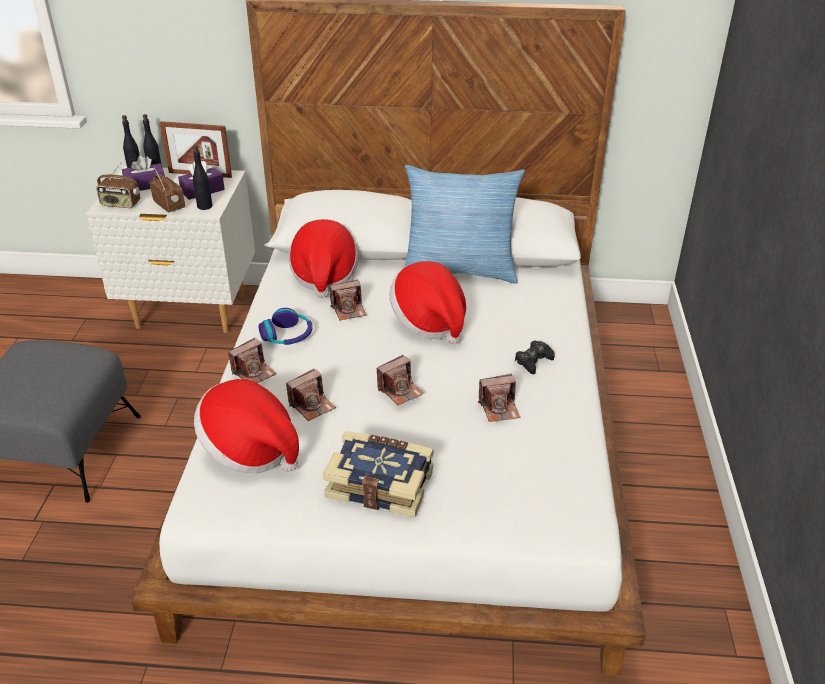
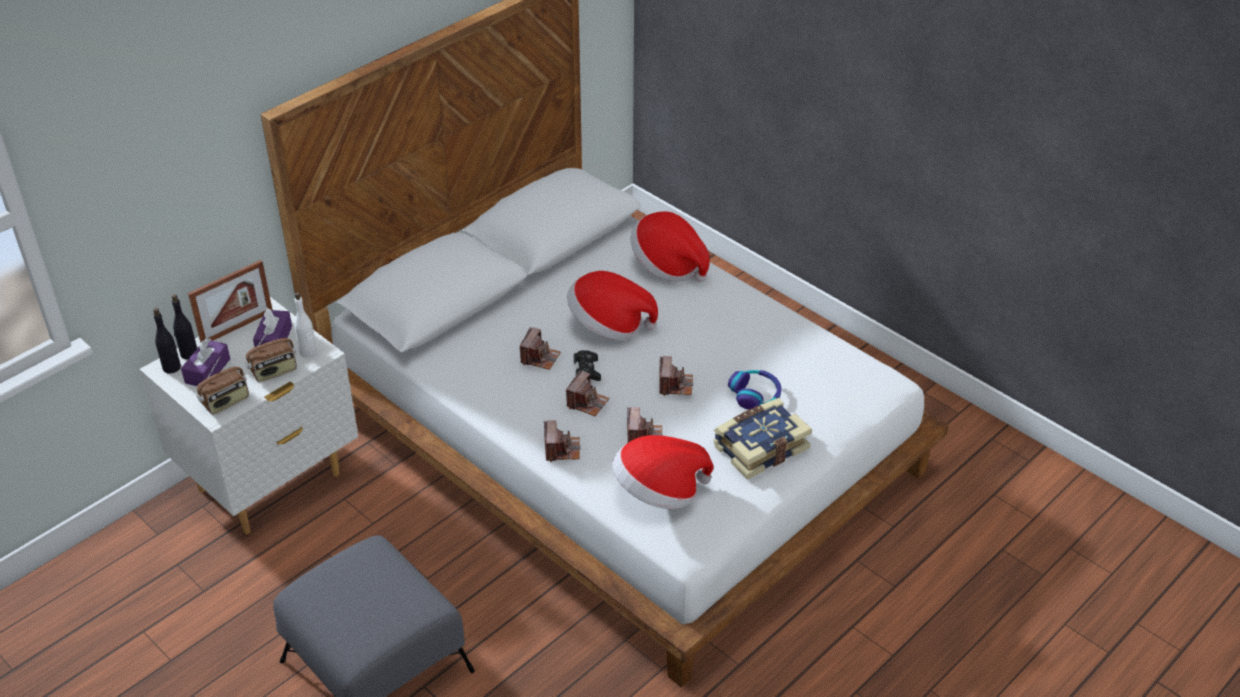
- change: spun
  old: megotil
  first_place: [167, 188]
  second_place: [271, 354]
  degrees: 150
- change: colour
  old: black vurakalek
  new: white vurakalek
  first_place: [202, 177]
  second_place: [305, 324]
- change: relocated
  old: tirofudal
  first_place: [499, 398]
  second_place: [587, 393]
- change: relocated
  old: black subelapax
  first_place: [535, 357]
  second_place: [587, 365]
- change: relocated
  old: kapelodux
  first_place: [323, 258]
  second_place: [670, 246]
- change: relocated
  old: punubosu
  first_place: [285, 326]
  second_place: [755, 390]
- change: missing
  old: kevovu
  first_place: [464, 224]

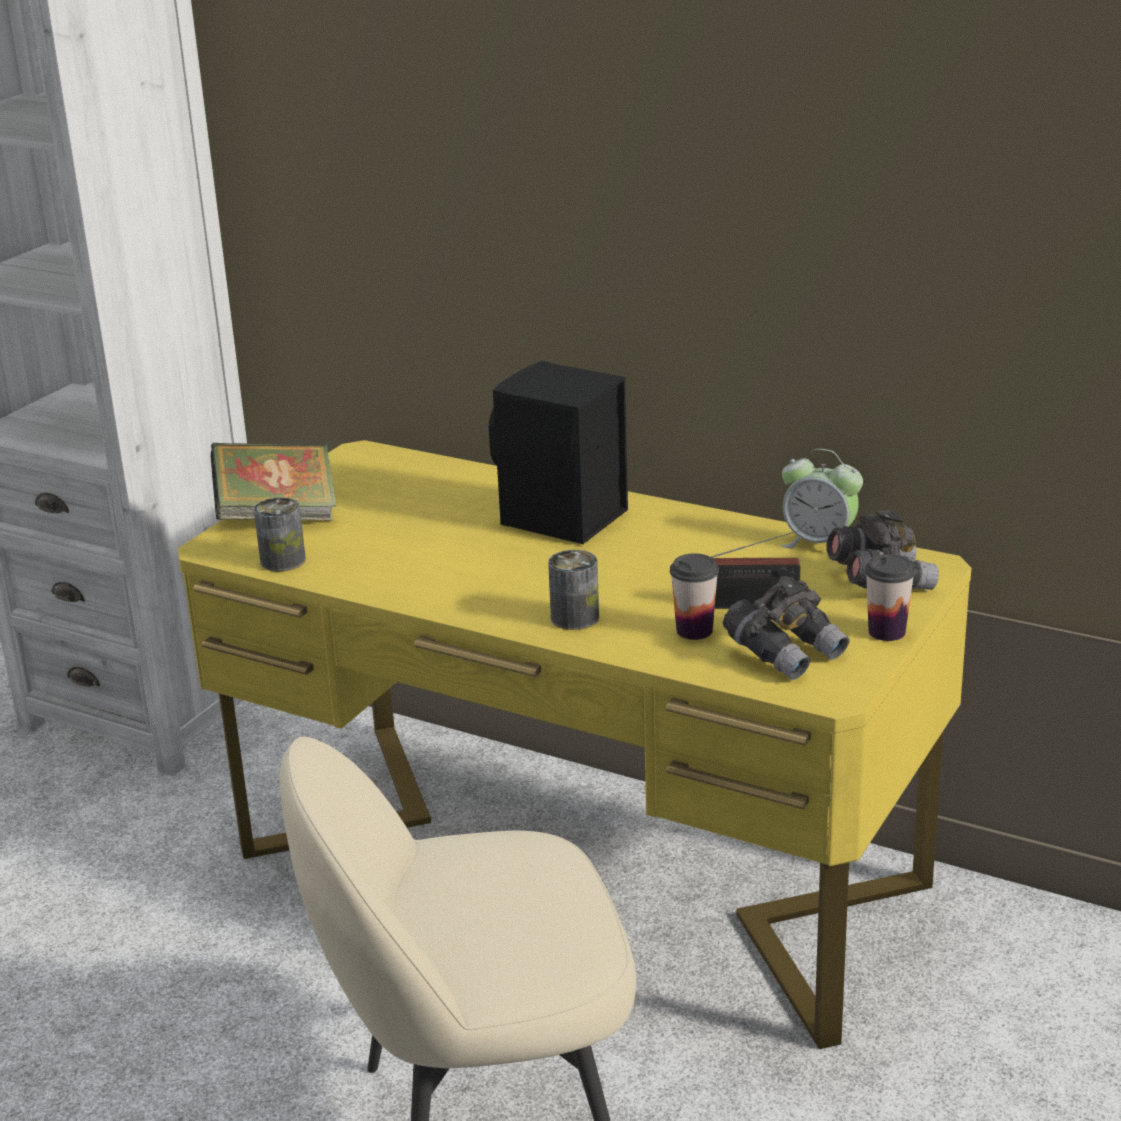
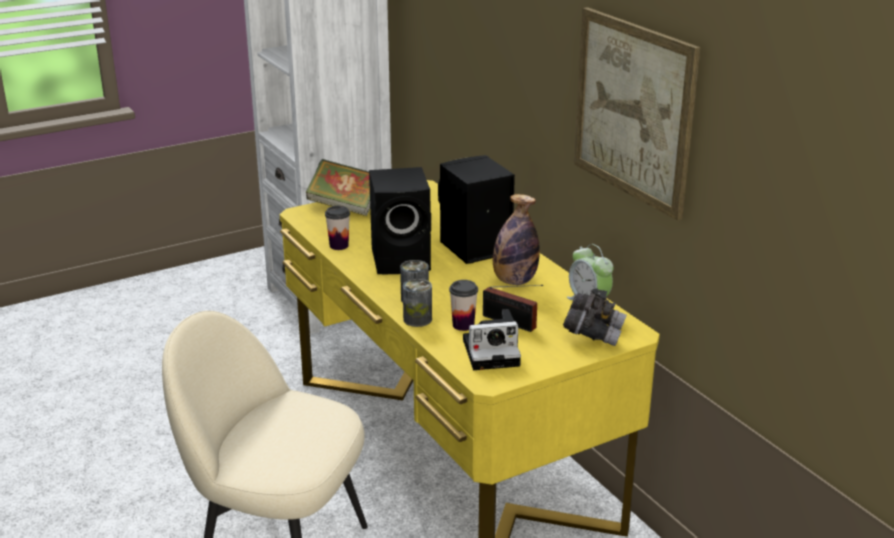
- change: relocated
  old: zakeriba
  first_place: [890, 597]
  second_place: [337, 228]
- change: appeared
  new: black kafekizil
  second_place: [400, 220]
- change: relocated
  old: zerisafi
  first_place: [280, 534]
  second_place: [417, 303]
- change: exchanged
  old: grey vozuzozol
  new: tirofudal
  first_place: [786, 628]
  second_place: [492, 339]
- change: appeared
  new: vurakalek
  second_place: [516, 239]
- change: appeared
  new: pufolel
  second_place: [637, 113]

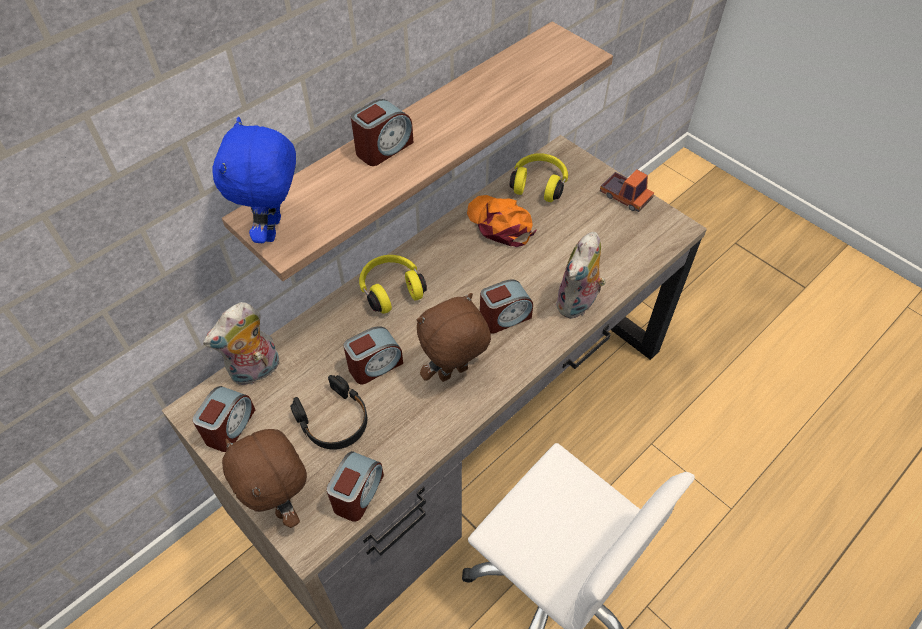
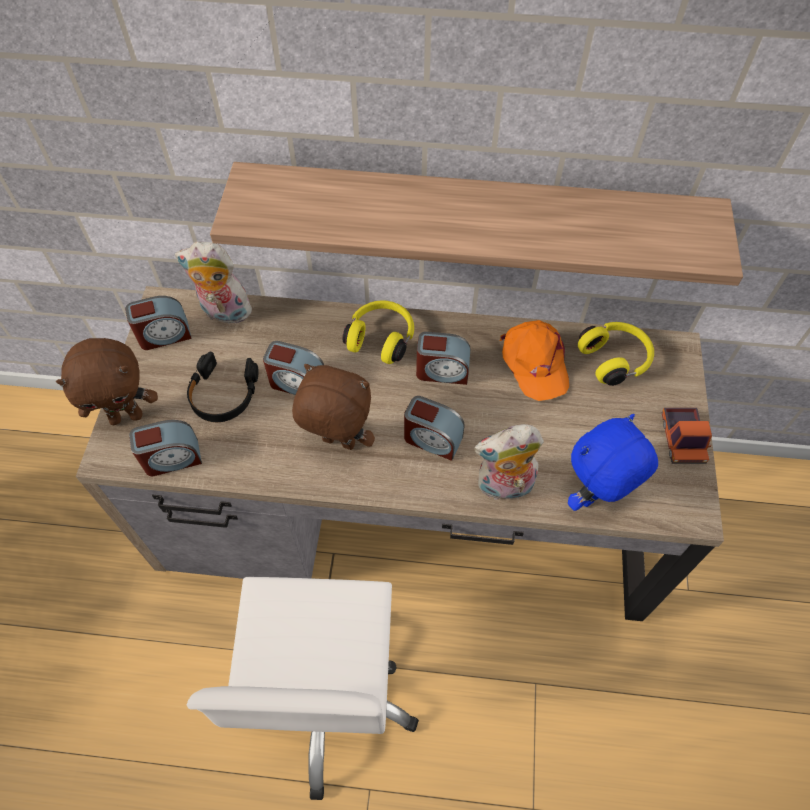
- change: spun
  old: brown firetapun
  first_place: [264, 478]
  second_place: [107, 381]
  degrees: -120
- change: relocated
  old: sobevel
  first_place: [382, 132]
  second_place: [443, 358]
- change: spun
  old: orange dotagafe
  first_place: [502, 221]
  second_place: [534, 360]
  degrees: 150
- change: relocated
  old: blue firetapun
  first_place: [254, 180]
  second_place: [613, 462]

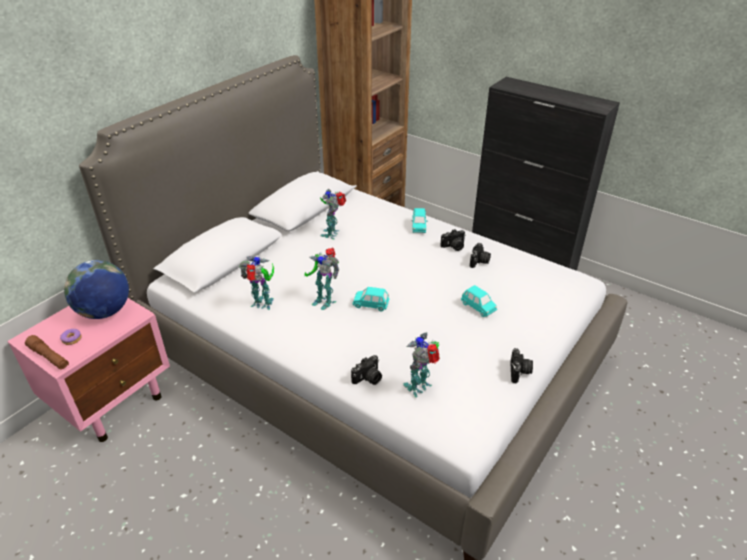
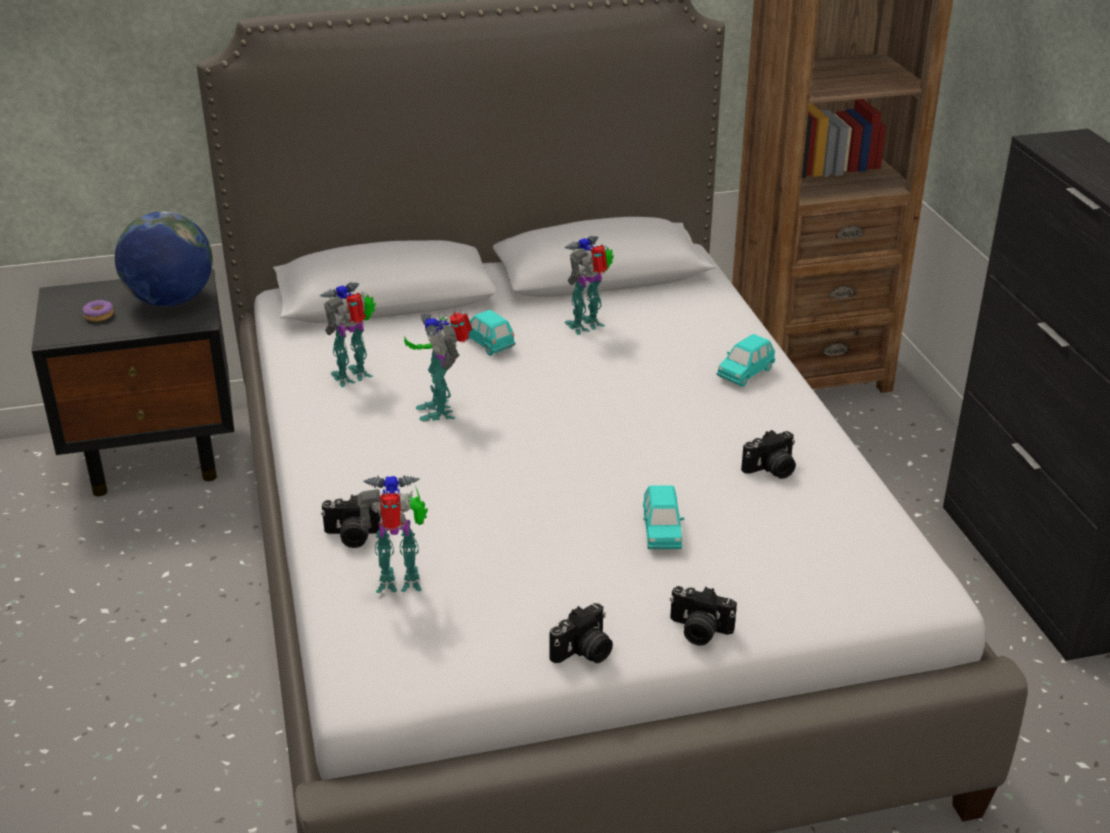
- change: colour
  old: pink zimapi
  new: black zimapi
  first_place: [88, 370]
  second_place: [133, 382]
- change: spun
  old: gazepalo
  first_place: [256, 283]
  second_place: [348, 335]
  degrees: -90
- change: relocated
  old: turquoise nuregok
  first_place: [370, 299]
  second_place: [492, 333]
- change: relocated
  old: tirofudal
  first_place: [452, 240]
  second_place: [703, 616]
- change: missing
  old: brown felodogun
  first_place: [47, 352]

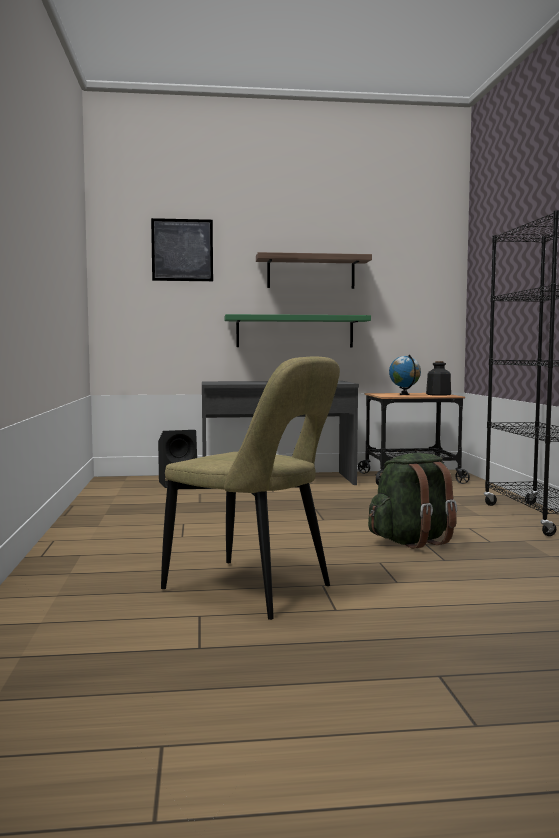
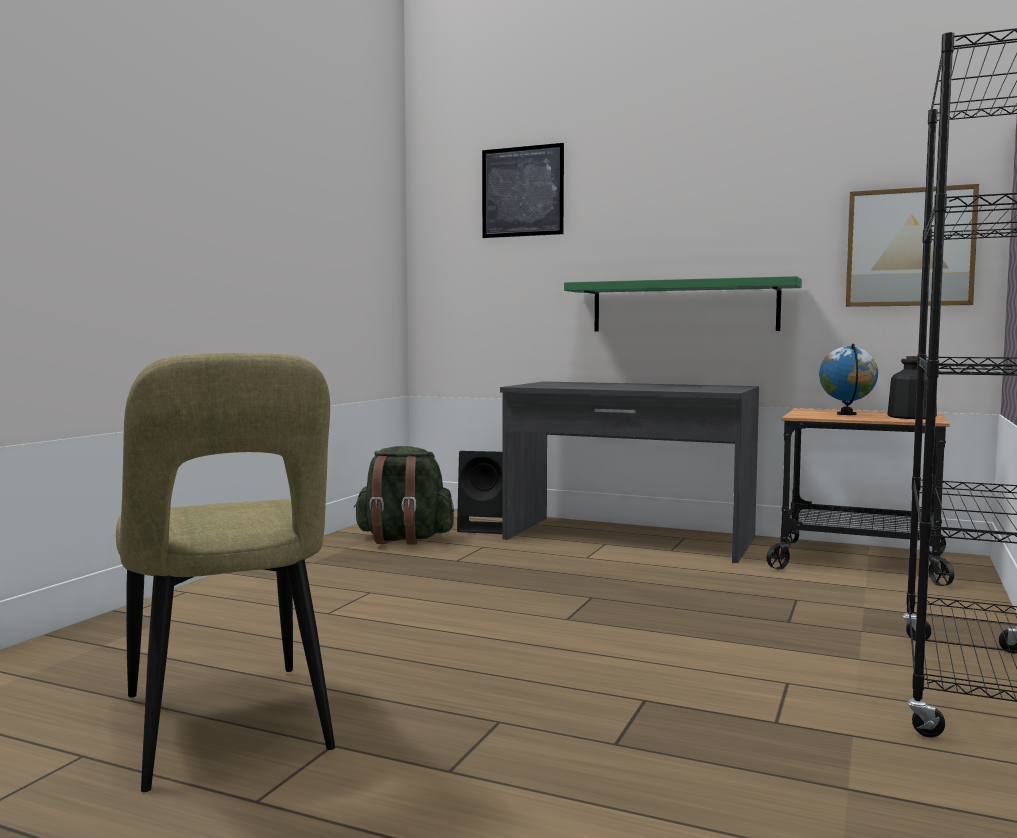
- change: relocated
  old: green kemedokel
  first_place: [412, 501]
  second_place: [404, 495]
- change: appeared
  new: pufolel
  second_place: [912, 245]
- change: missing
  old: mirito
  first_place: [314, 270]

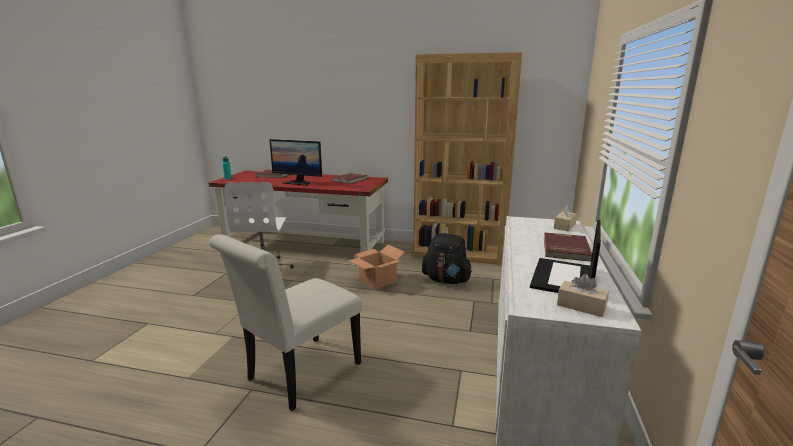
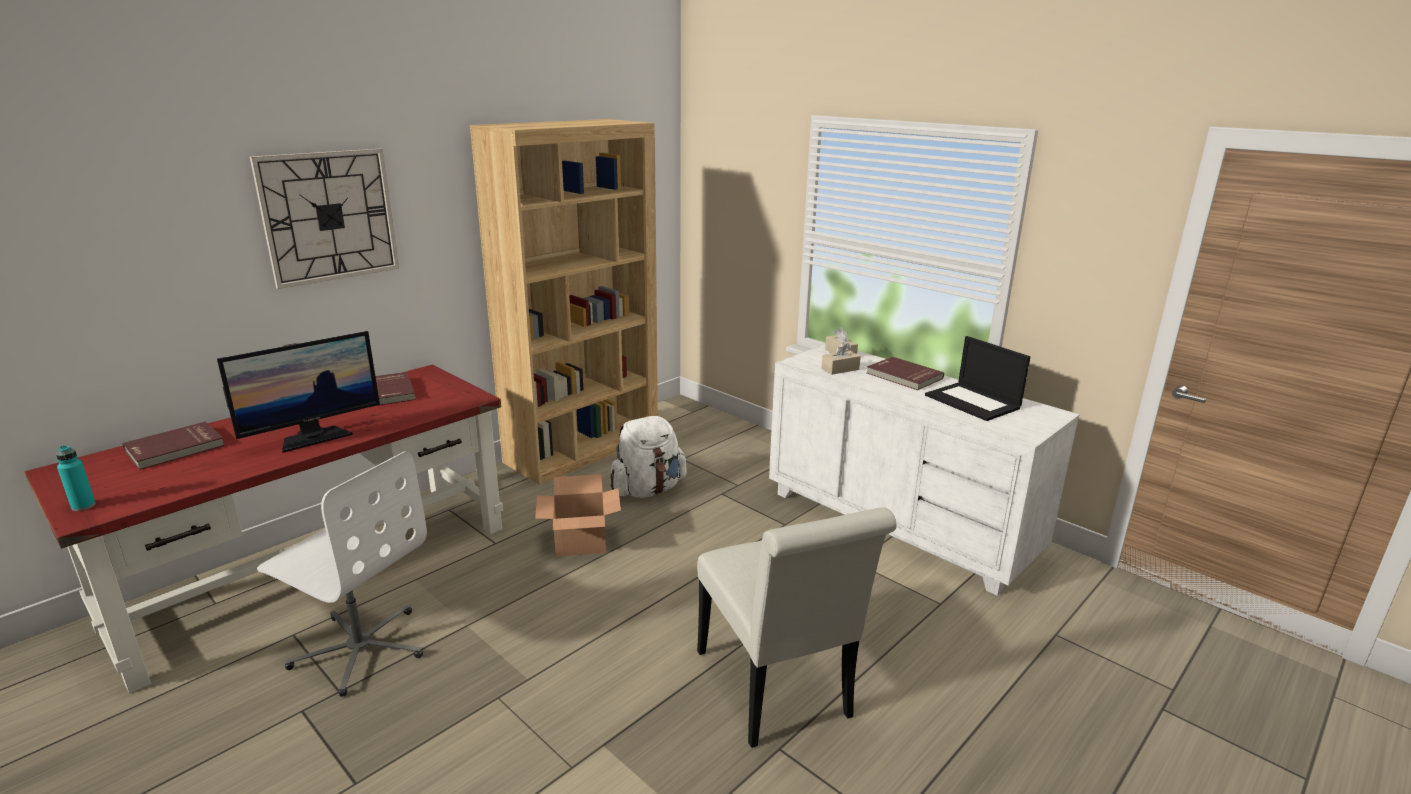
- change: appeared
  new: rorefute
  second_place: [324, 219]
- change: colour
  old: black kemedokel
  new: white kemedokel
  first_place: [447, 258]
  second_place: [648, 457]
- change: relocated
  old: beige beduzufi
  first_place: [583, 295]
  second_place: [841, 358]

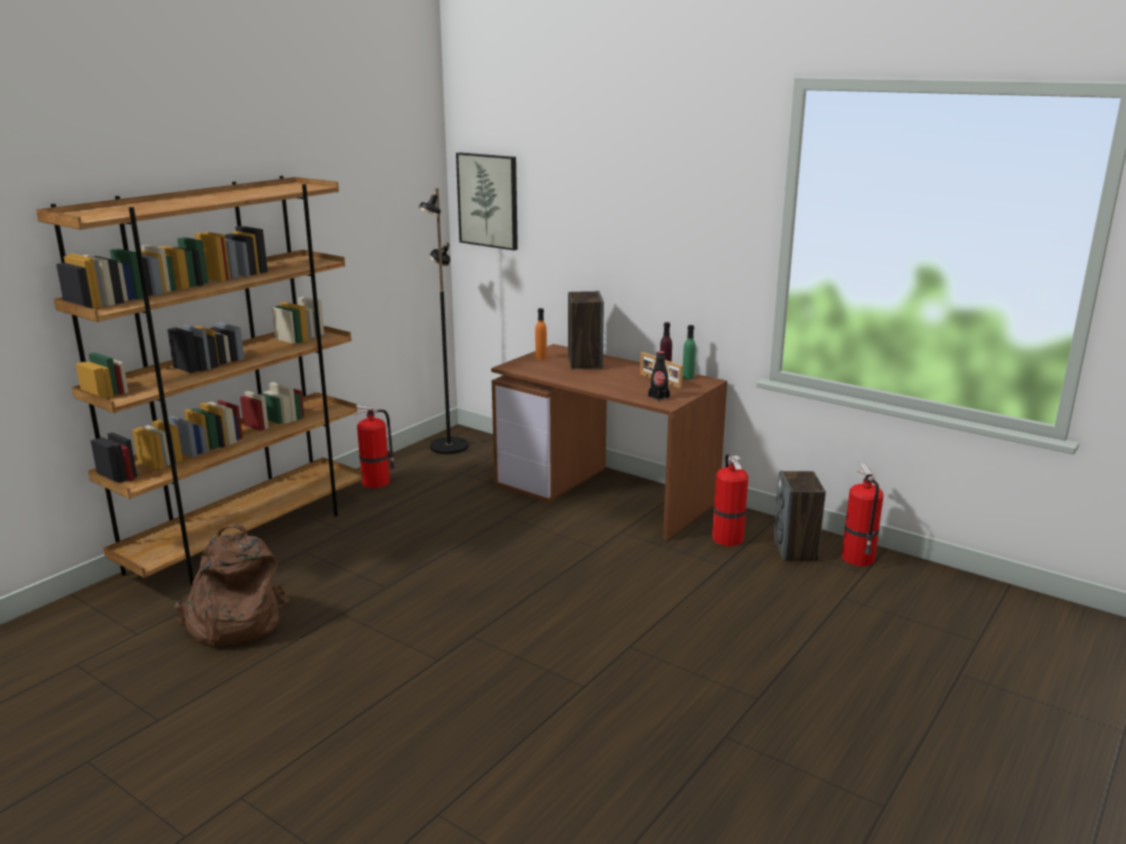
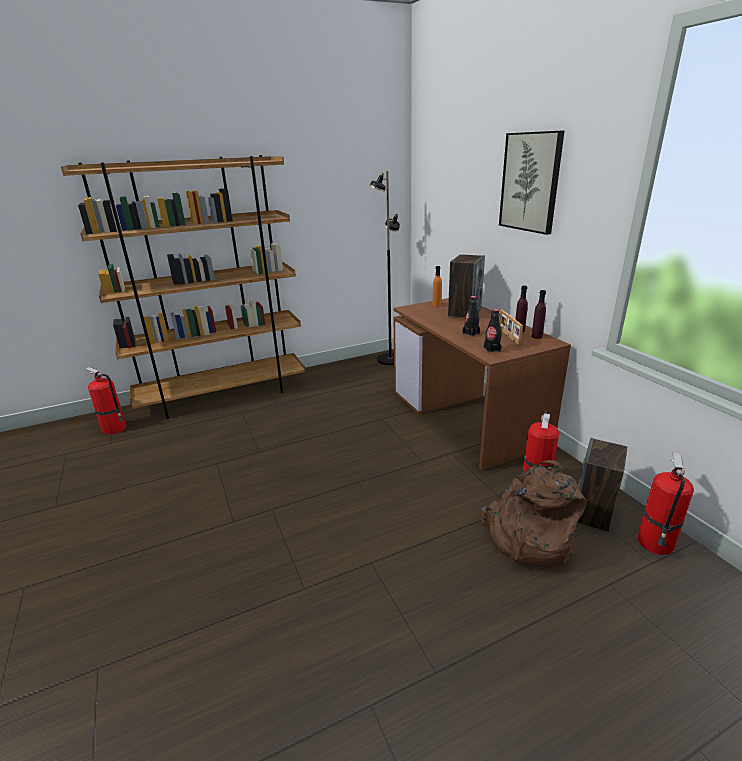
- change: relocated
  old: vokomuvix
  first_place: [375, 446]
  second_place: [106, 400]
- change: appeared
  new: black vurakalek
  second_place: [471, 316]
- change: relocated
  old: brown kemedokel
  first_place: [231, 585]
  second_place: [534, 513]
- change: relocated
  old: pufolel
  first_place: [487, 201]
  second_place: [532, 182]
- change: colour
  old: green vurakalek
  new: purple vurakalek
  first_place: [689, 352]
  second_place: [538, 314]

